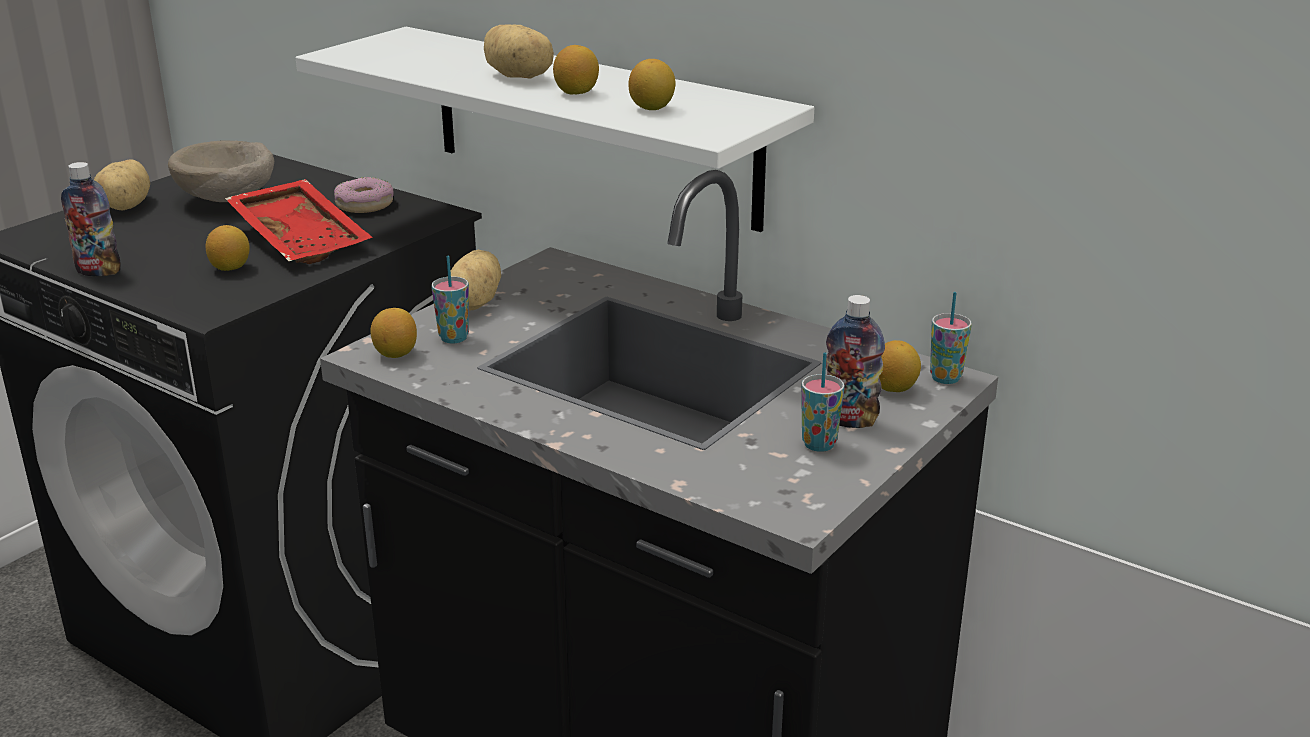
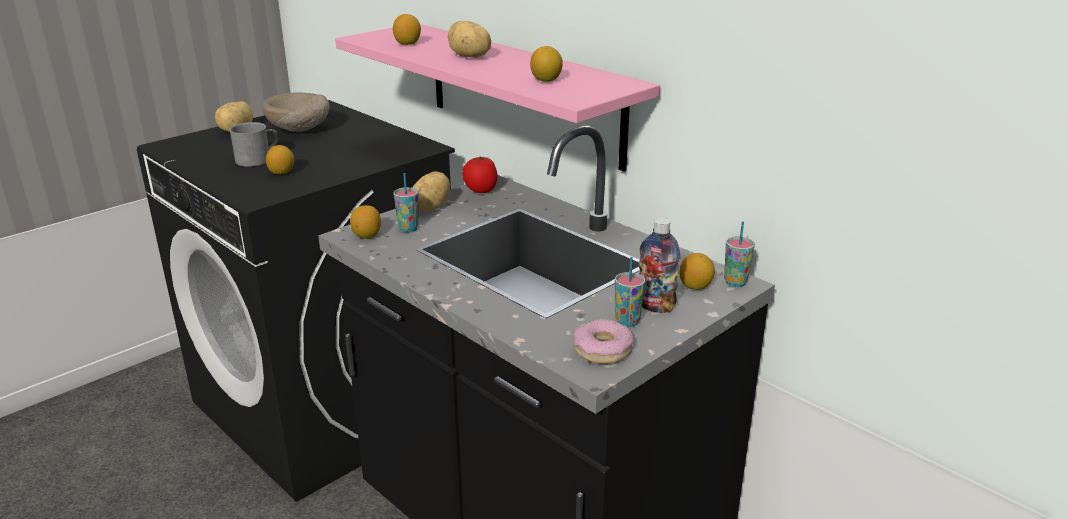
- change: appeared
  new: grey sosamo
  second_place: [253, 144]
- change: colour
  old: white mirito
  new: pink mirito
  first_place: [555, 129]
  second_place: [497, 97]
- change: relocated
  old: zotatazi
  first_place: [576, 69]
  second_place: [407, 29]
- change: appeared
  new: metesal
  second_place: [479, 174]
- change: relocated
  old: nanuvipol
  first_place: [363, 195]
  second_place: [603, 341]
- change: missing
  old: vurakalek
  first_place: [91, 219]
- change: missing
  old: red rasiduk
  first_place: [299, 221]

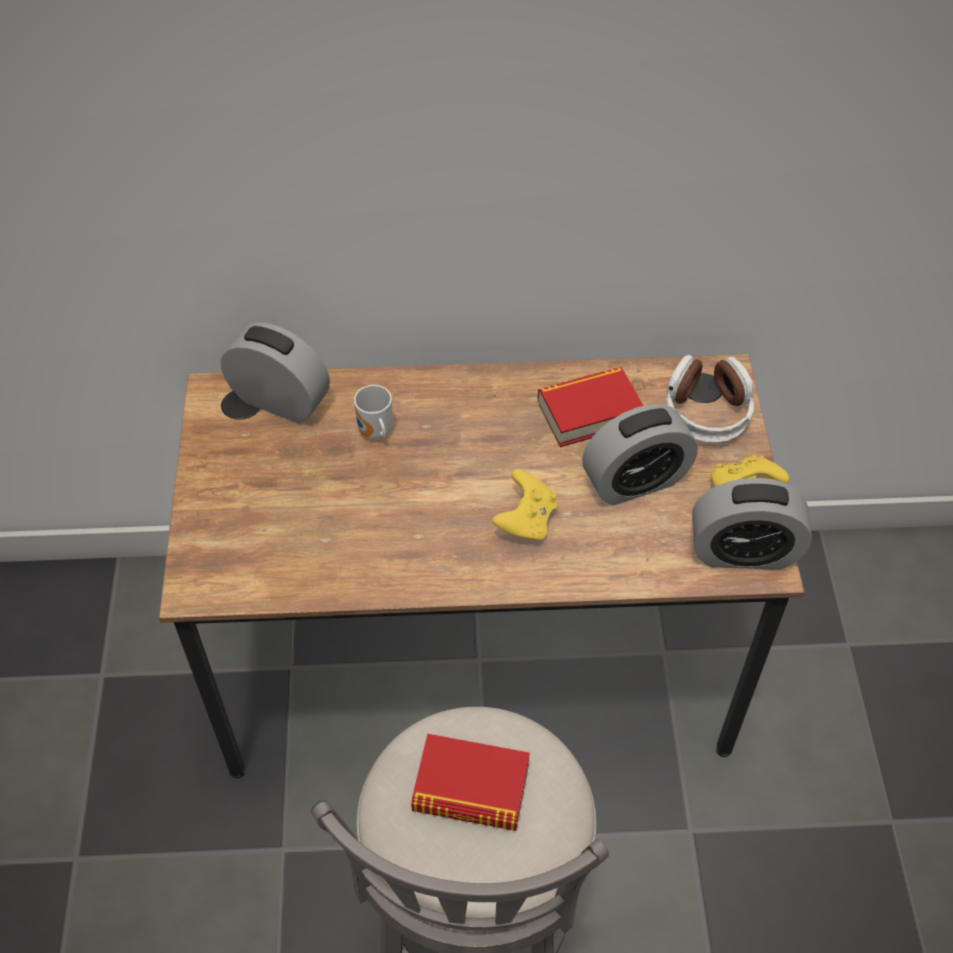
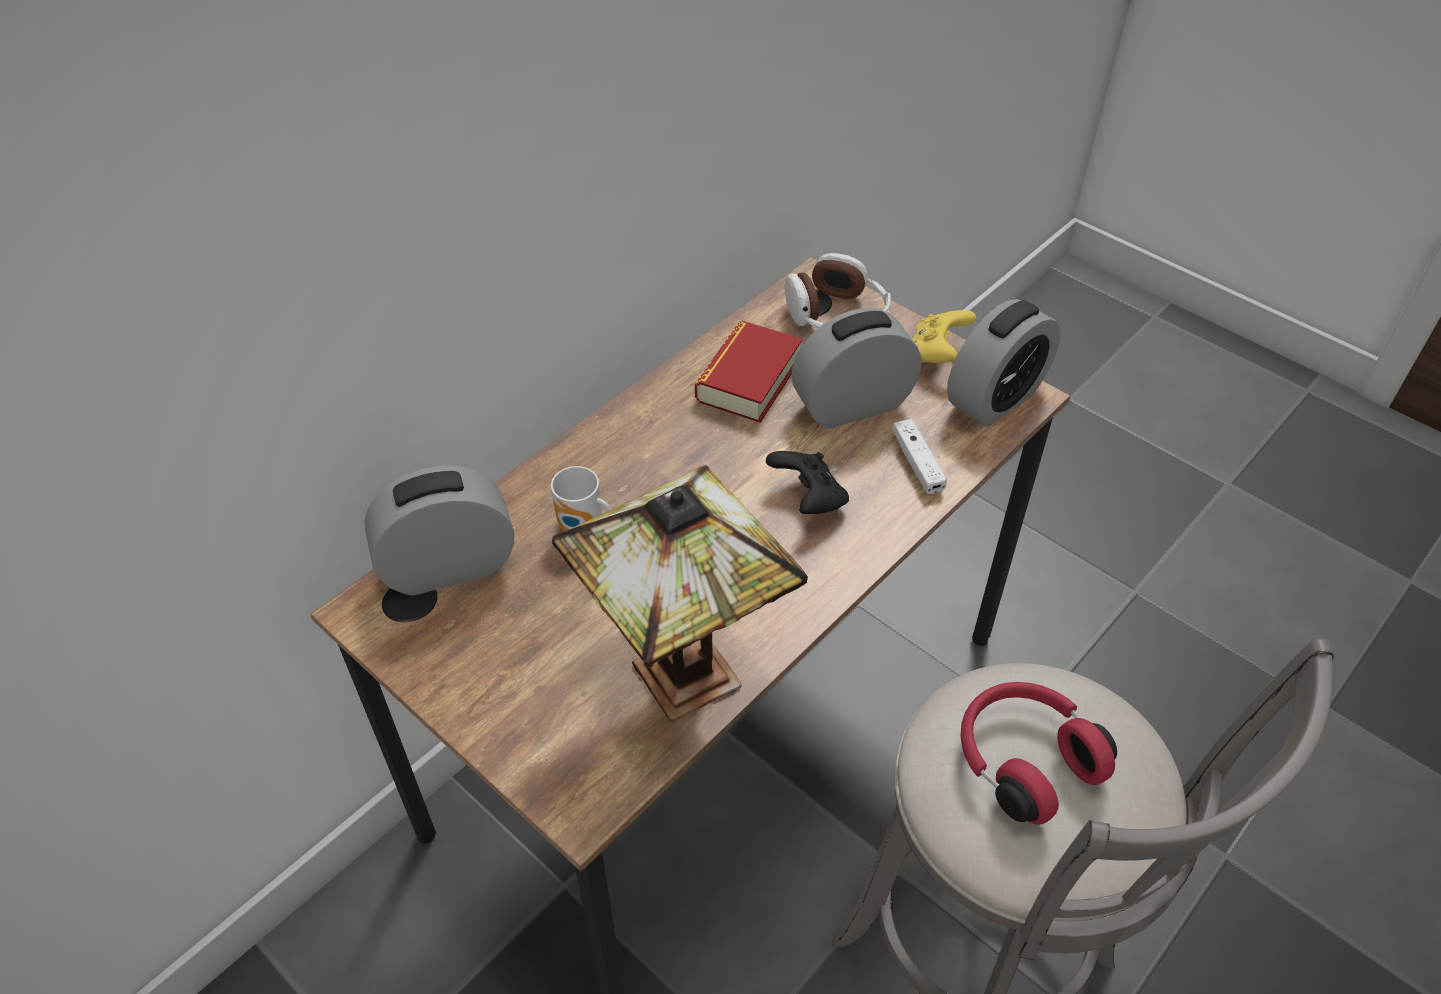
- change: appeared
  new: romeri
  second_place: [680, 593]
- change: colour
  old: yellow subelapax
  new: black subelapax
  first_place: [525, 505]
  second_place: [807, 482]
- change: spun
  old: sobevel
  first_place: [640, 454]
  second_place: [856, 368]
  degrees: -135
- change: appeared
  new: white subelapax
  second_place: [919, 456]
- change: exchanged
  old: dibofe
  new: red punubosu
  first_place: [470, 782]
  second_place: [1038, 753]

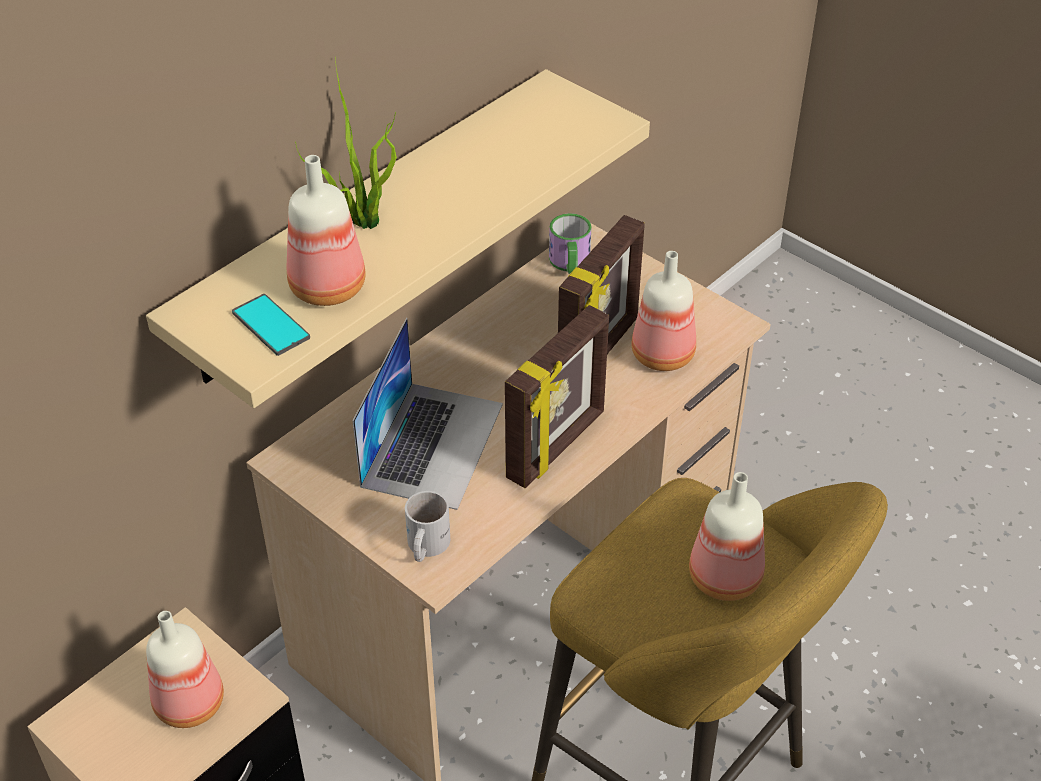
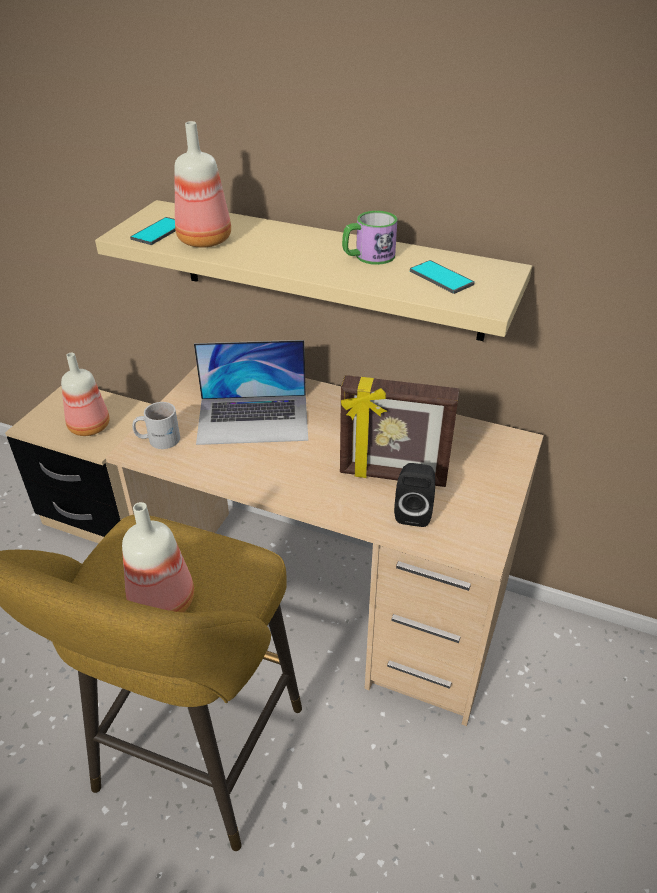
- change: relocated
  old: sosamo
  first_place: [570, 243]
  second_place: [369, 238]
- change: exchanged
  old: vurakalek
  new: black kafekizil
  first_place: [663, 311]
  second_place: [414, 495]
- change: appeared
  new: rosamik
  second_place: [442, 277]
- change: missing
  old: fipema
  first_place: [346, 142]
- change: missing
  old: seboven
  first_place: [557, 396]

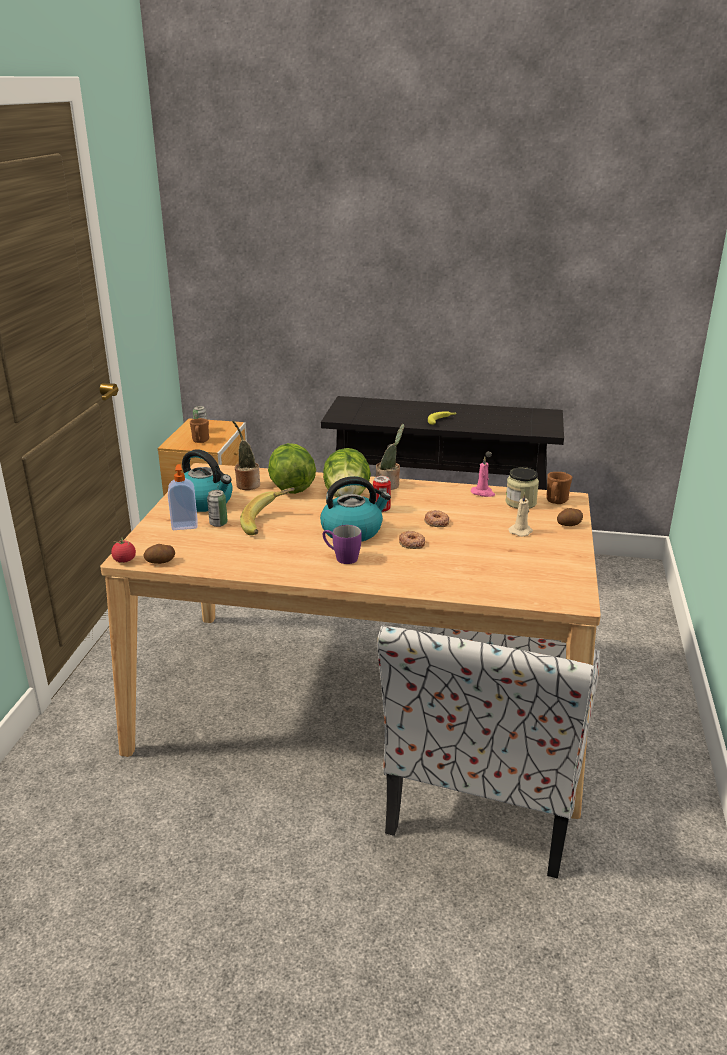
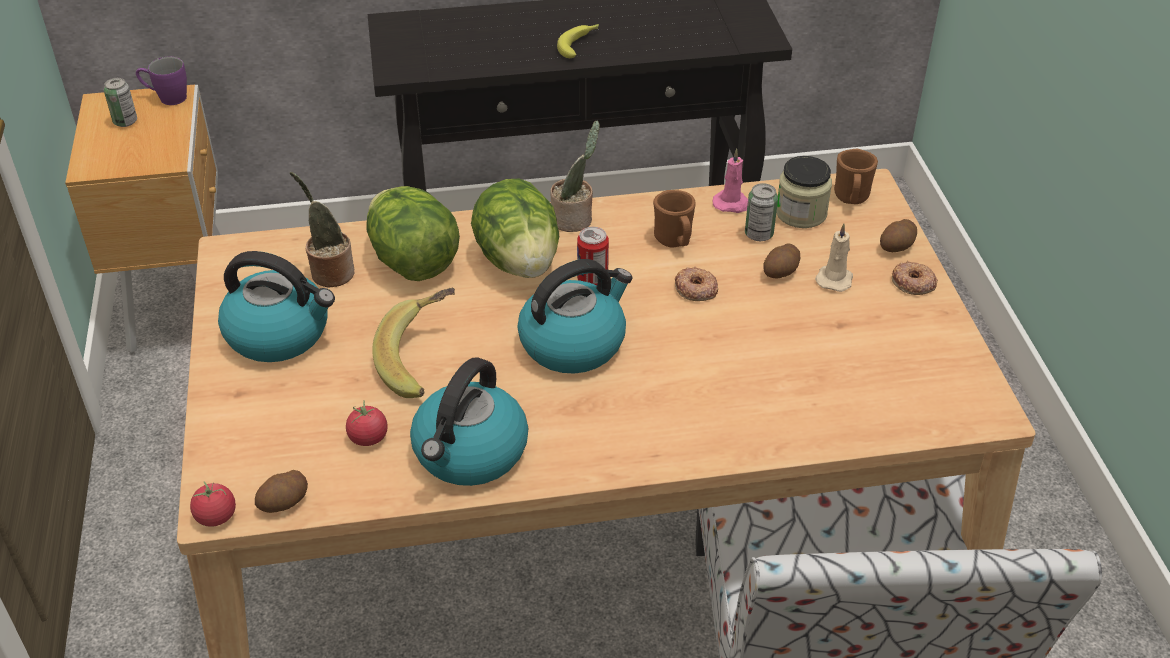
- change: relocated
  old: purple sosamo
  first_place: [342, 544]
  second_place: [161, 81]
- change: appeared
  new: metesal
  second_place: [367, 423]
- change: appeared
  new: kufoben
  second_place: [469, 421]
- change: relocated
  old: brown sosamo
  first_place: [199, 430]
  second_place: [674, 219]
- change: relocated
  old: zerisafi
  first_place: [217, 508]
  second_place: [761, 212]
- change: appeared
  new: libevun
  second_place: [781, 261]
- change: relocated
  old: nanuvipol
  first_place: [412, 540]
  second_place: [915, 278]
- change: missing
  old: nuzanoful
  first_place: [183, 497]

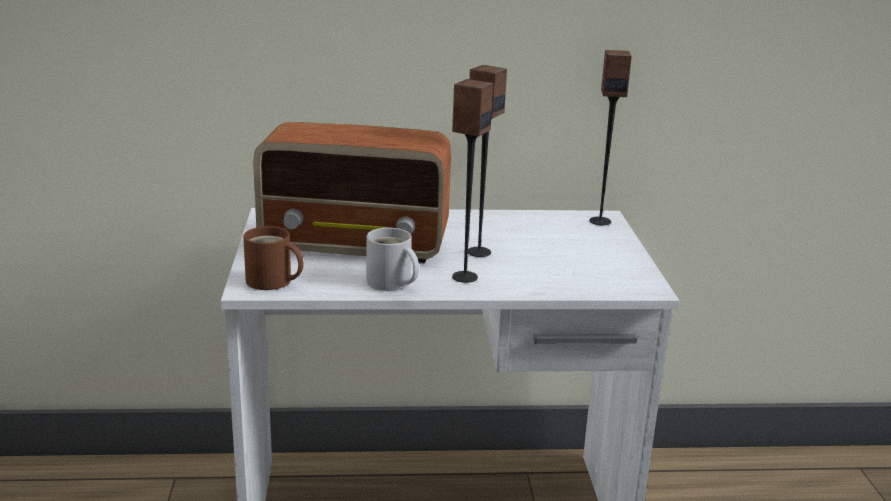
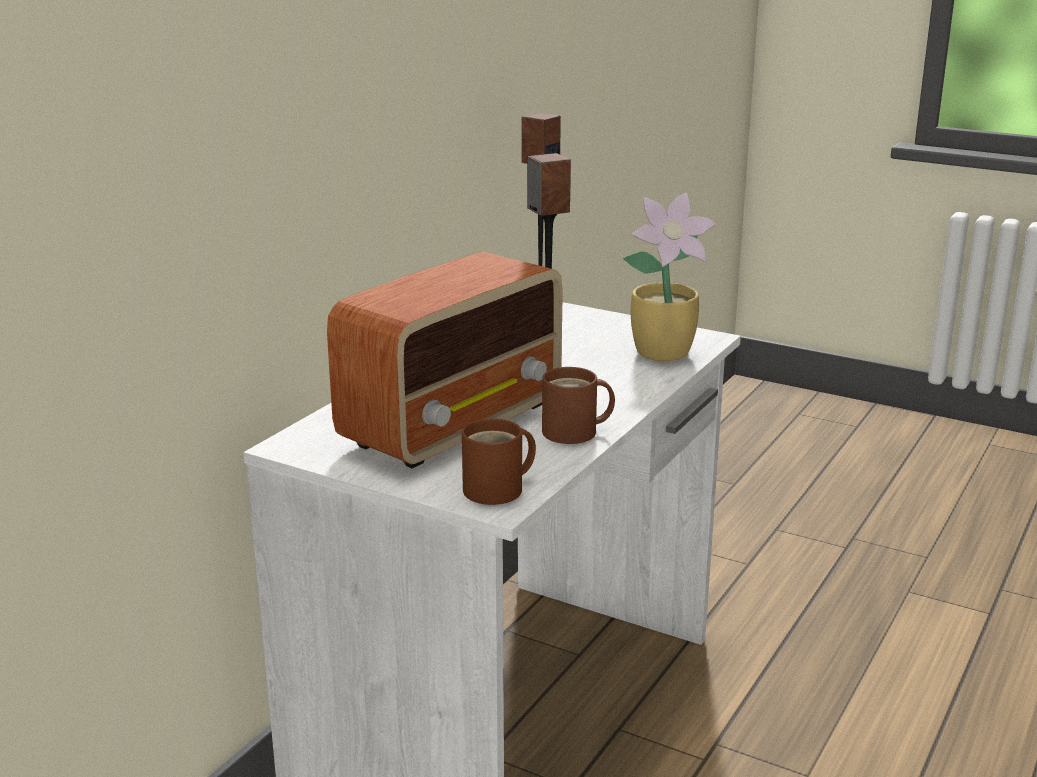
- change: colour
  old: white sosamo
  new: brown sosamo
  first_place: [392, 259]
  second_place: [578, 405]
- change: appeared
  new: fipema
  second_place: [669, 277]
- change: missing
  old: kafekizil
  first_place: [472, 181]

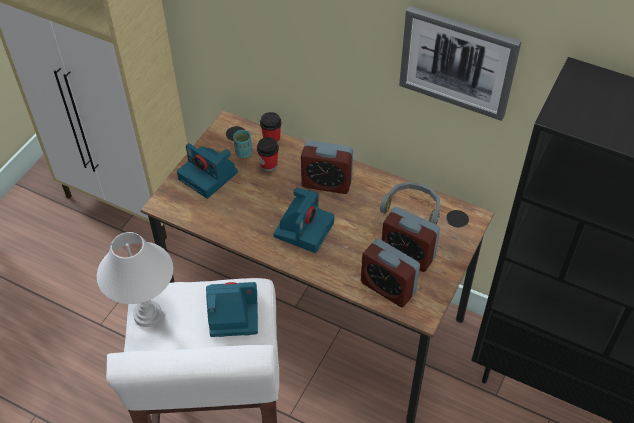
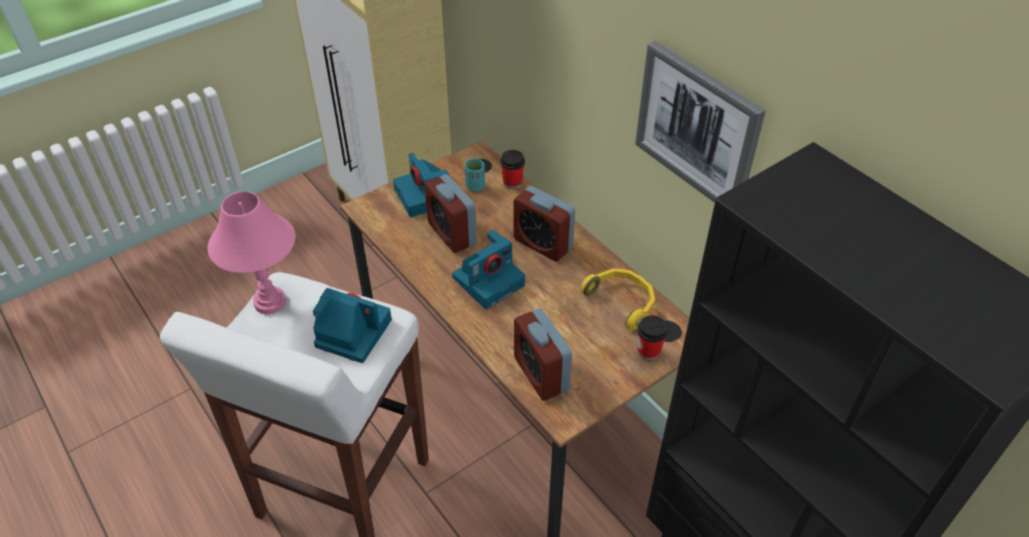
- change: colour
  old: white romeri
  new: pink romeri
  first_place: [135, 279]
  second_place: [252, 252]
- change: relocated
  old: sobevel
  first_place: [411, 239]
  second_place: [450, 213]
- change: colour
  old: grey punubosu
  new: yellow punubosu
  first_place: [410, 203]
  second_place: [617, 299]
- change: relocated
  old: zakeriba
  first_place: [268, 154]
  second_place: [652, 338]

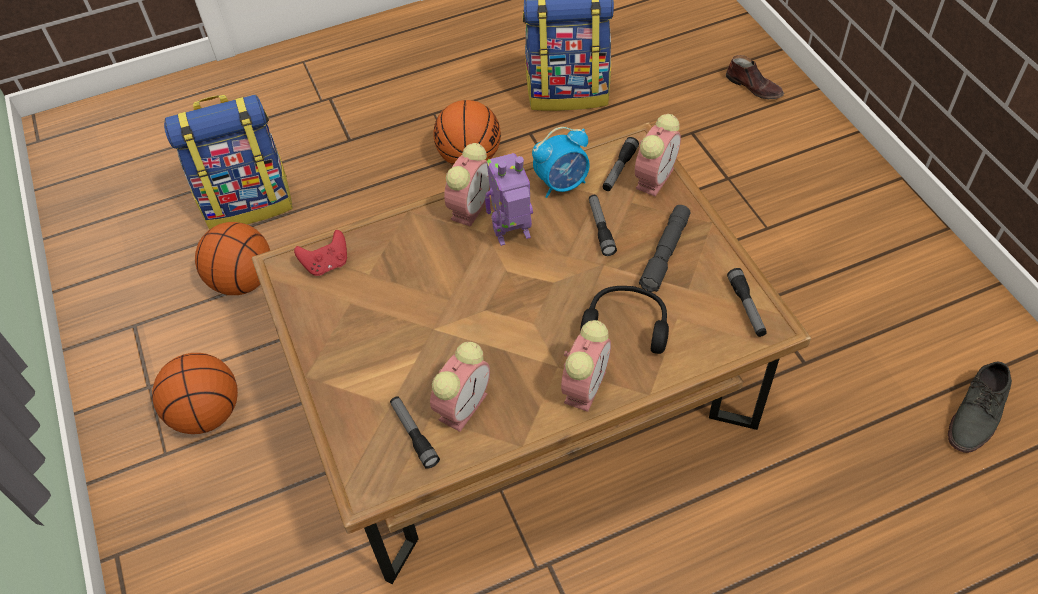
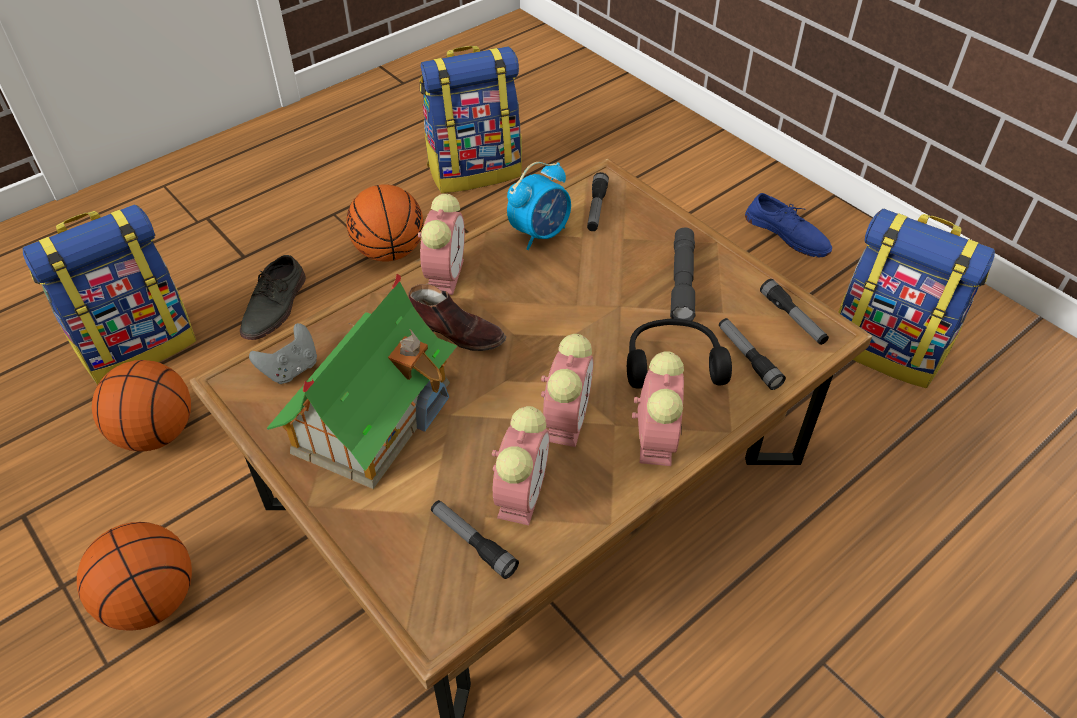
- change: relocated
  old: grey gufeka
  first_place: [980, 407]
  second_place: [273, 297]
- change: colour
  old: red subelapax
  new: grey subelapax
  first_place: [320, 253]
  second_place: [283, 353]
- change: appeared
  new: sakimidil
  second_place: [362, 381]
- change: relocated
  old: brown gufeka
  first_place: [755, 77]
  second_place: [457, 317]
- change: relocated
  old: sobevel
  first_place: [658, 155]
  second_place: [567, 390]
- change: relocated
  old: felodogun
  first_place: [603, 225]
  second_place: [752, 354]
- change: appeared
  new: blue gufeka
  second_place: [788, 225]
- change: appeared
  new: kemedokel
  second_place: [916, 298]
- change: missing
  old: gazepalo
  first_place: [509, 199]

